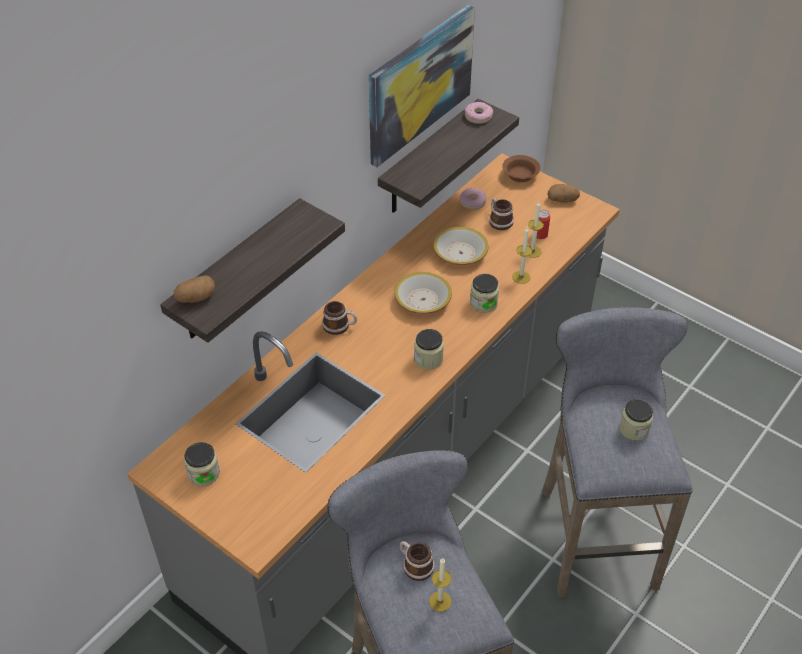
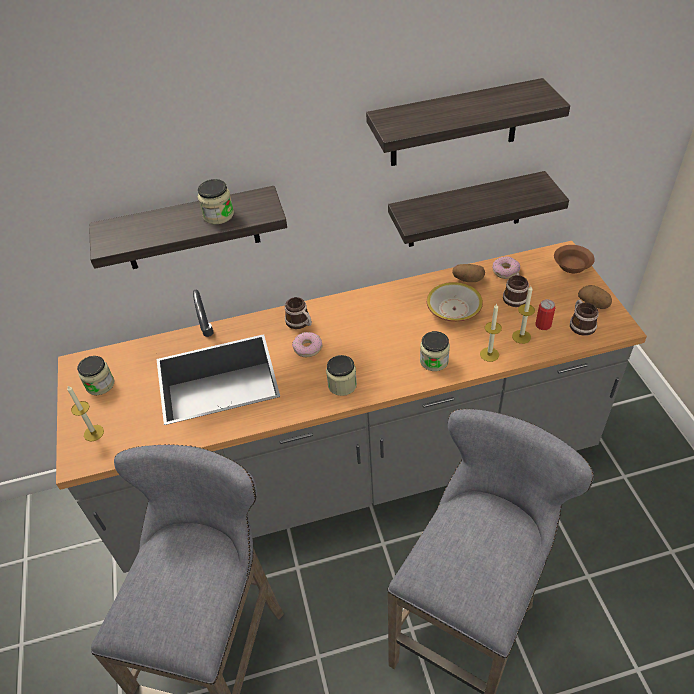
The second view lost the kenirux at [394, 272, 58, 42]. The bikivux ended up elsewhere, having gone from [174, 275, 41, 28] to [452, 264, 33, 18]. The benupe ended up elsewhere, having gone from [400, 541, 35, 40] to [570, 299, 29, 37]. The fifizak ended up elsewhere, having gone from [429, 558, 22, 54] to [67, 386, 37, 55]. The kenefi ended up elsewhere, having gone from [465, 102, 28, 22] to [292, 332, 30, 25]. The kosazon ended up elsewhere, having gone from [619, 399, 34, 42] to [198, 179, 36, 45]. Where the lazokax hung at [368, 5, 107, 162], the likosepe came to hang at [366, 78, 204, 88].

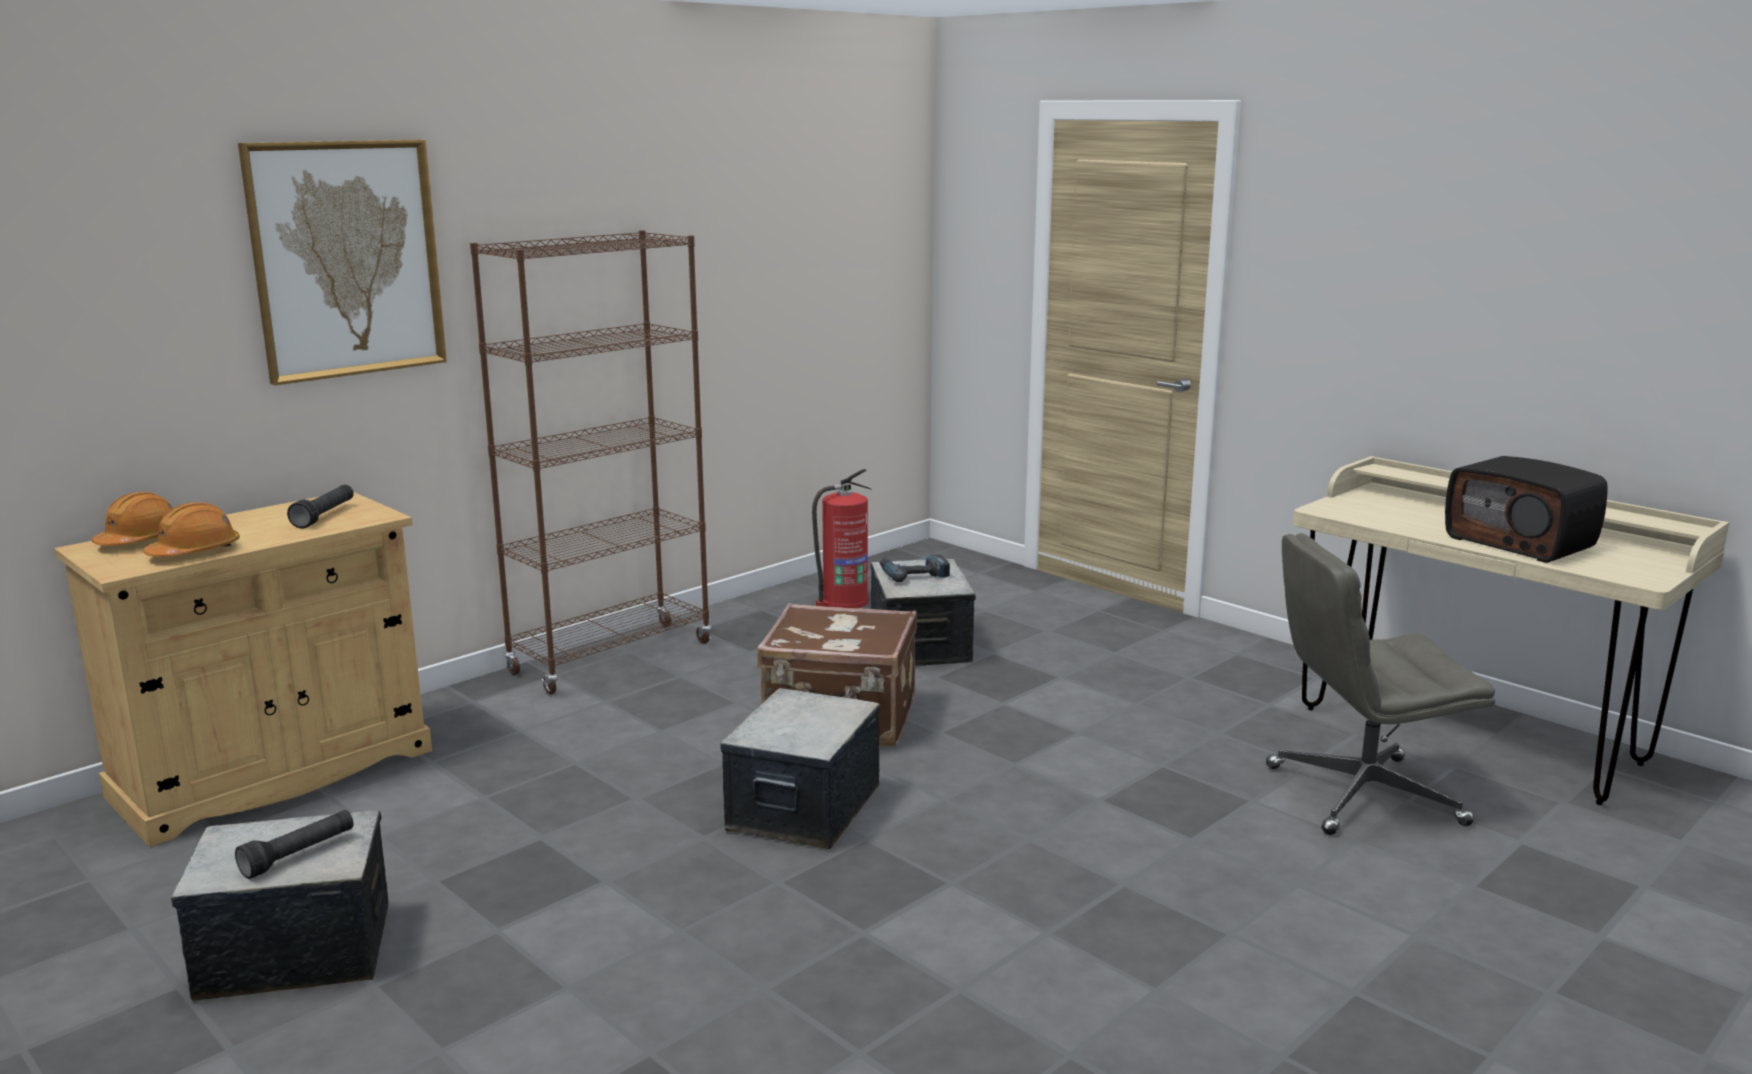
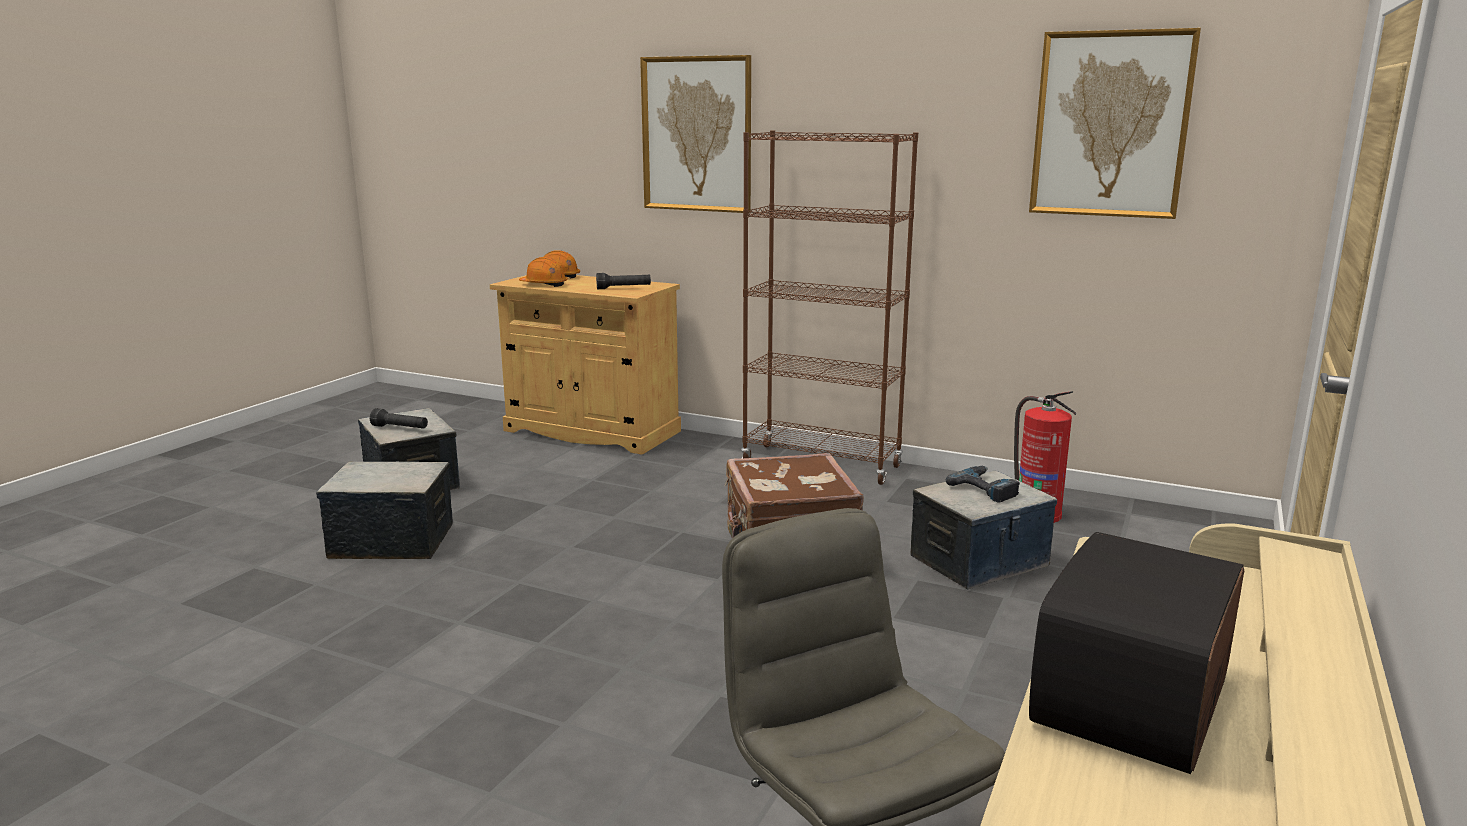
The second view gained the lazokax at [1029, 28, 172, 191]. The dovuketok ended up elsewhere, having gone from [720, 688, 160, 161] to [316, 462, 137, 97].

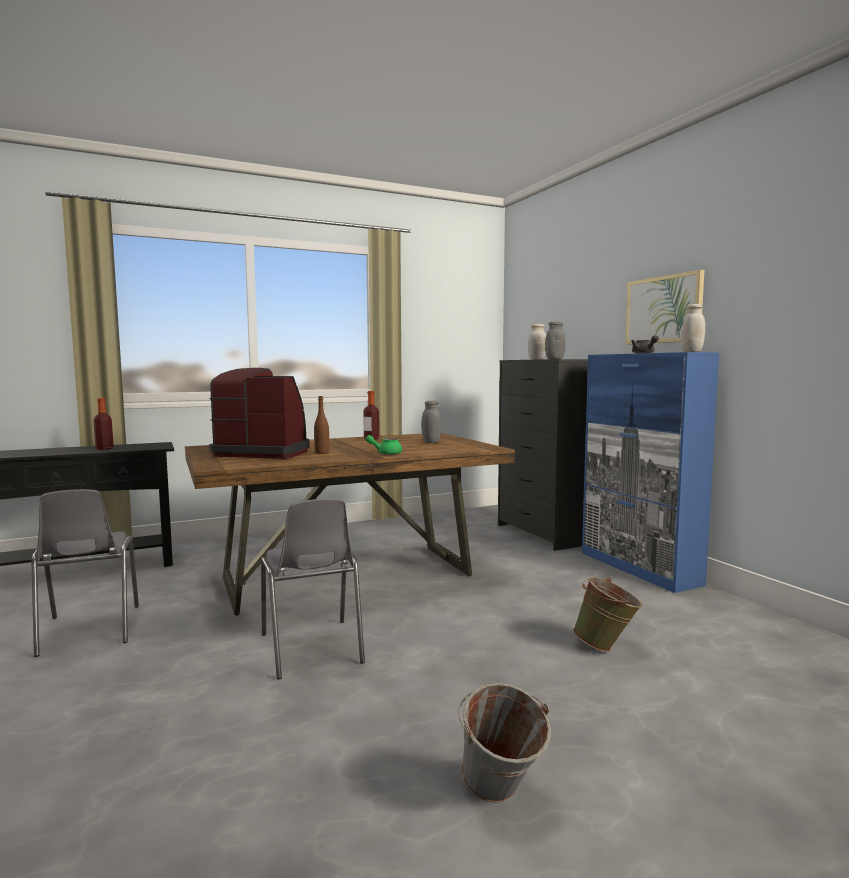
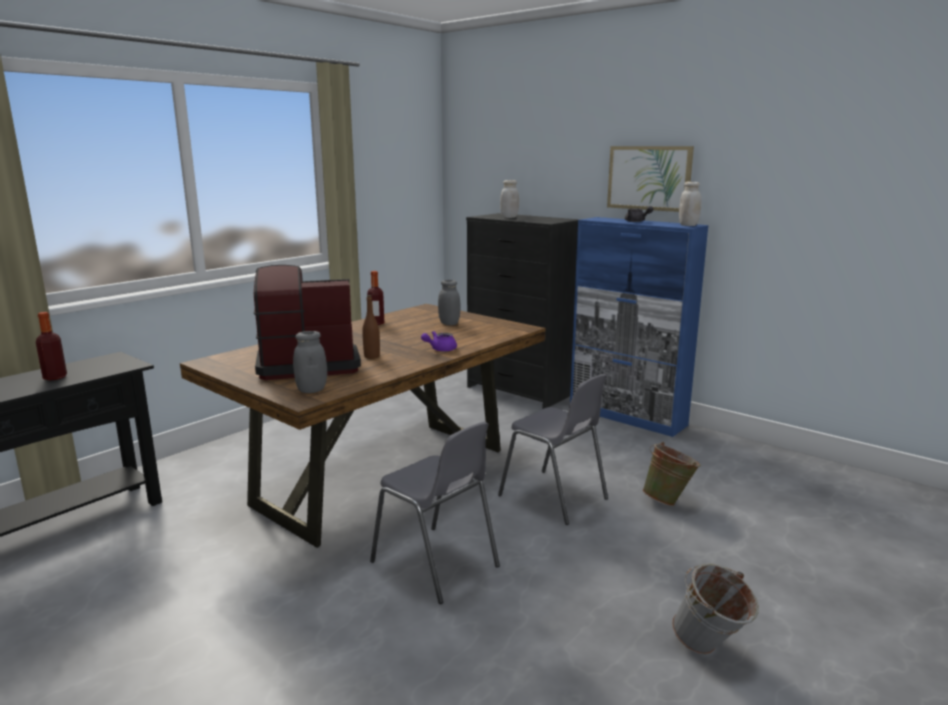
The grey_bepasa ended up elsewhere, having gone from [31, 489, 108, 168] to [498, 374, 110, 151]. The grey_kosazon ended up elsewhere, having gone from [545, 322, 21, 37] to [293, 331, 34, 62]. What was the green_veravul at [366, 435, 36, 20] turned into the purple_veravul at [421, 331, 36, 21].

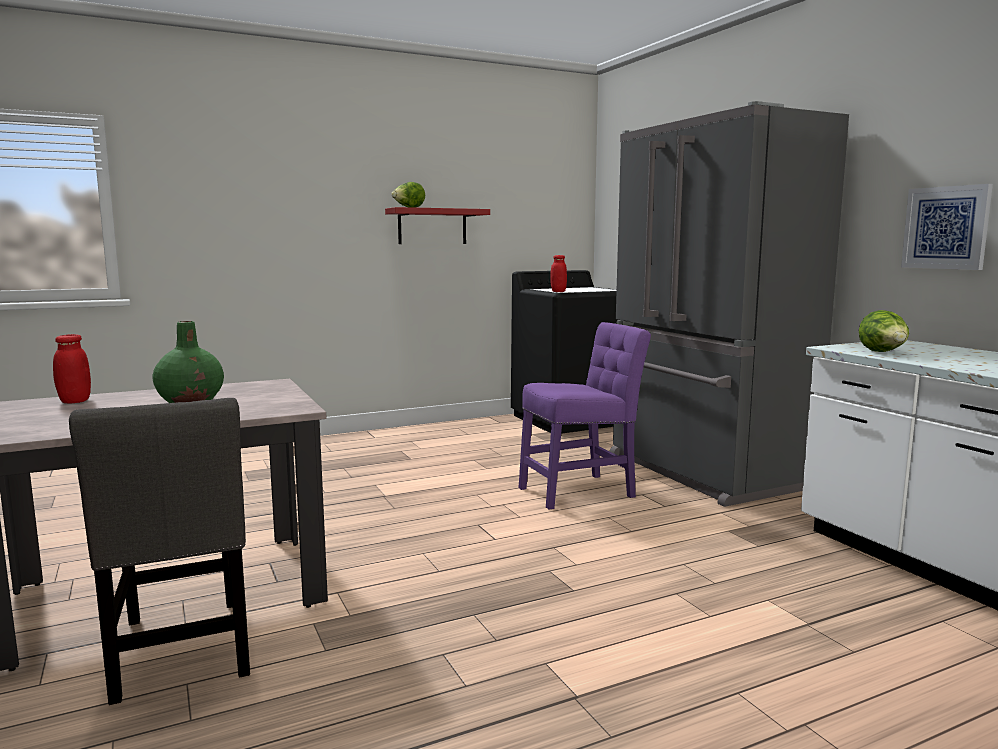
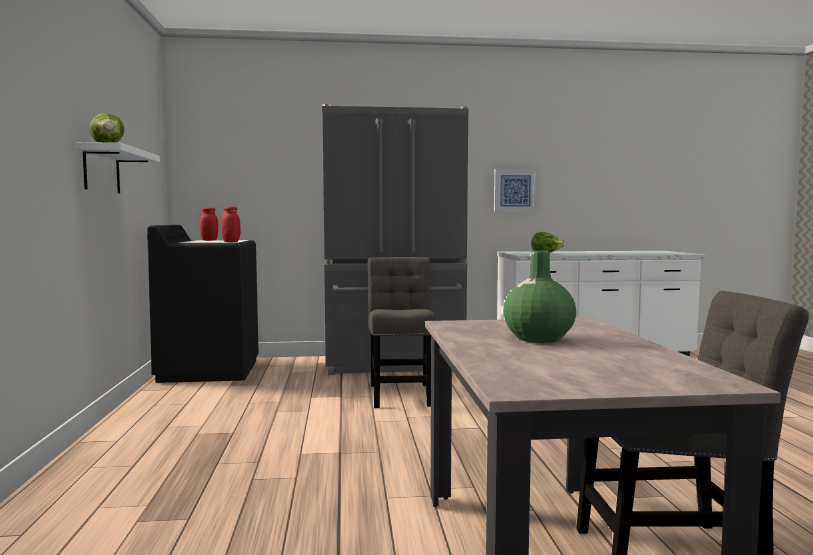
The red_kosazon ended up elsewhere, having gone from [53, 334, 38, 69] to [200, 208, 18, 33]. What was the red_likosepe at [385, 207, 105, 37] turned into the white_likosepe at [75, 142, 85, 51]. What was the purple_bepasa at [519, 322, 132, 187] turned into the grey_bepasa at [368, 257, 67, 151].

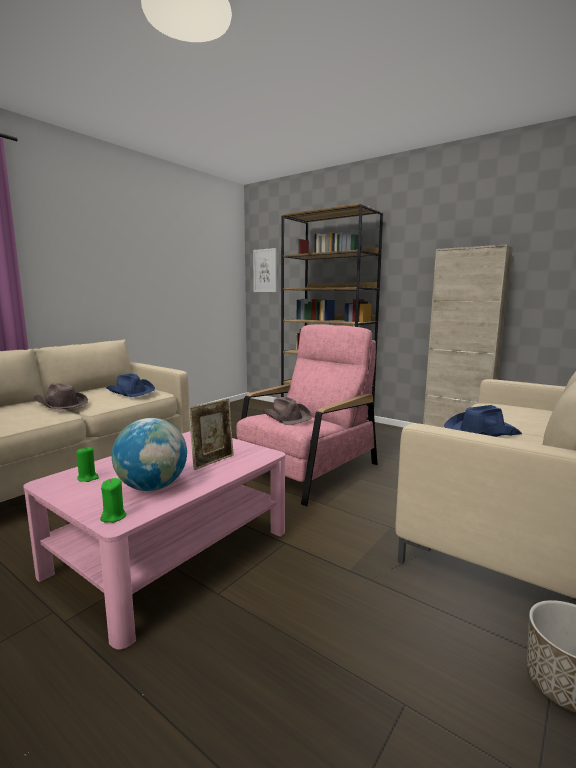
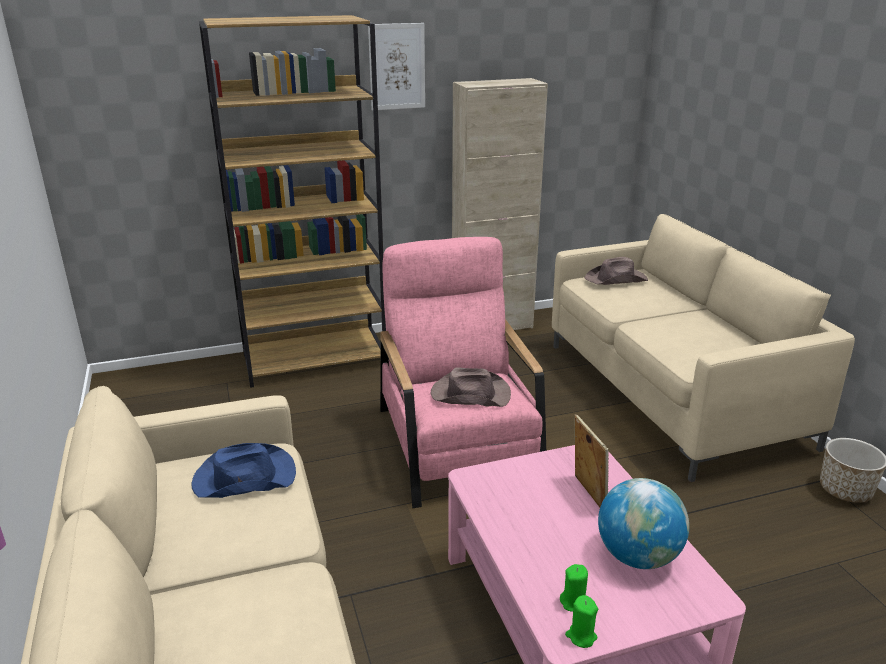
The second view lost the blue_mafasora at [444, 405, 78, 32]. The brown_mafasora ended up elsewhere, having gone from [34, 383, 54, 27] to [585, 257, 63, 28]. The green_fifizak ended up elsewhere, having gone from [100, 478, 26, 45] to [565, 595, 33, 53]. The lazokax ended up elsewhere, having gone from [253, 248, 23, 44] to [368, 23, 57, 88].

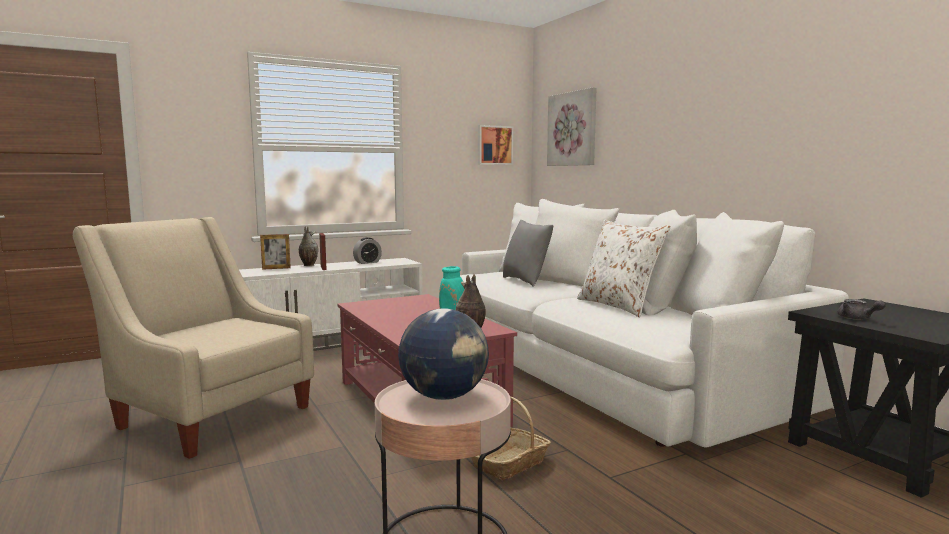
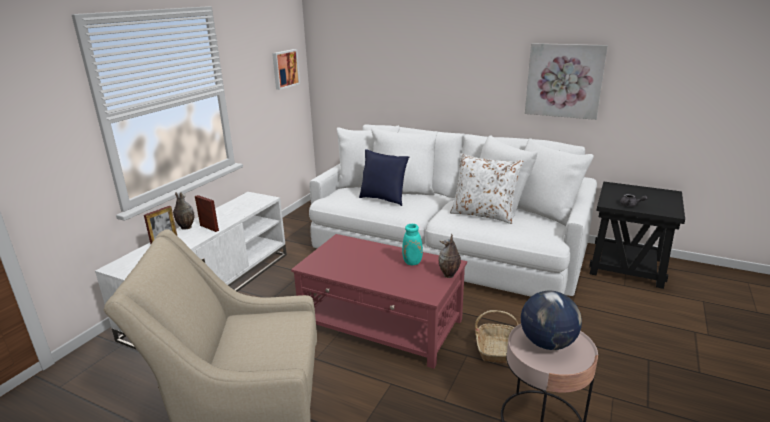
The second view lost the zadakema at [353, 237, 29, 27]. The lazokax ended up elsewhere, having gone from [547, 87, 50, 79] to [525, 43, 83, 77]. What was the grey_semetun at [503, 220, 51, 67] turned into the blue_semetun at [359, 149, 50, 57].

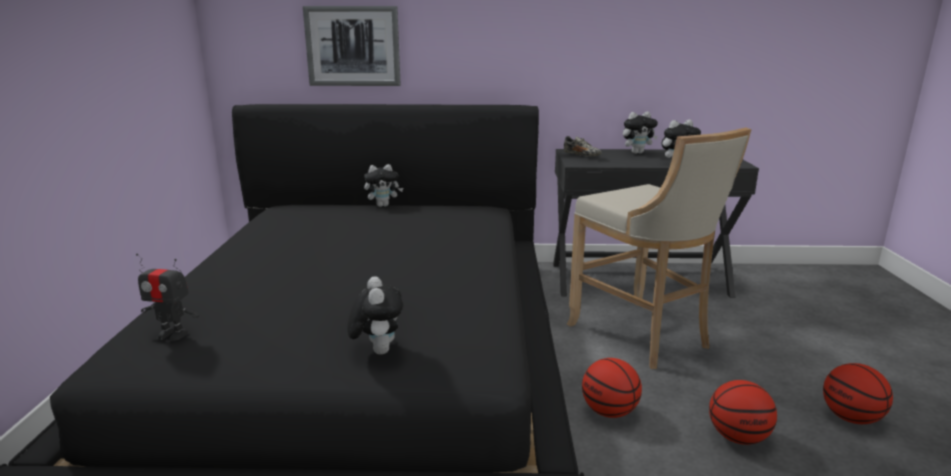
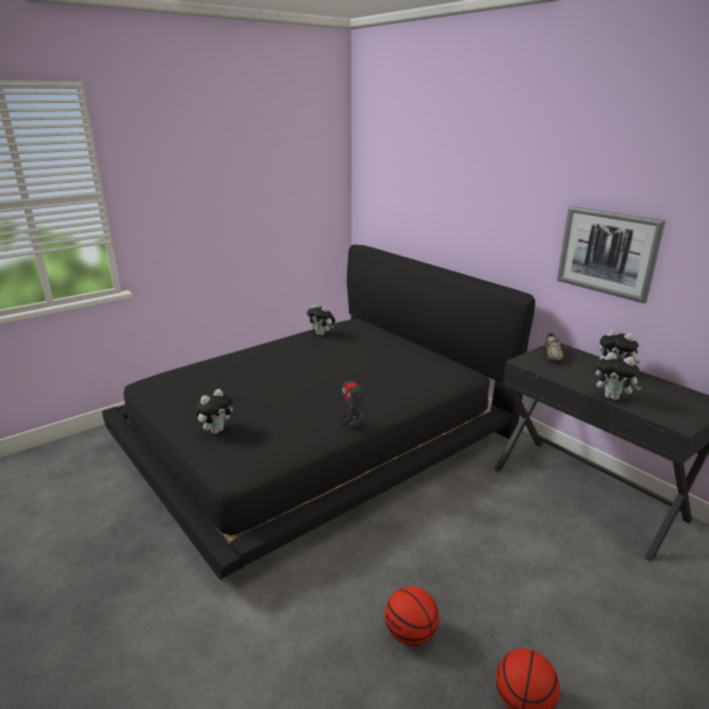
The second view lost the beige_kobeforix at [567, 128, 185, 241]. The second view lost the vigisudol at [582, 358, 60, 60]. The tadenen ended up elsewhere, having gone from [136, 254, 63, 87] to [342, 370, 23, 56]. The lazokax ended up elsewhere, having gone from [303, 6, 98, 80] to [557, 206, 108, 98]. The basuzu ended up elsewhere, having gone from [364, 164, 39, 43] to [307, 303, 29, 33].

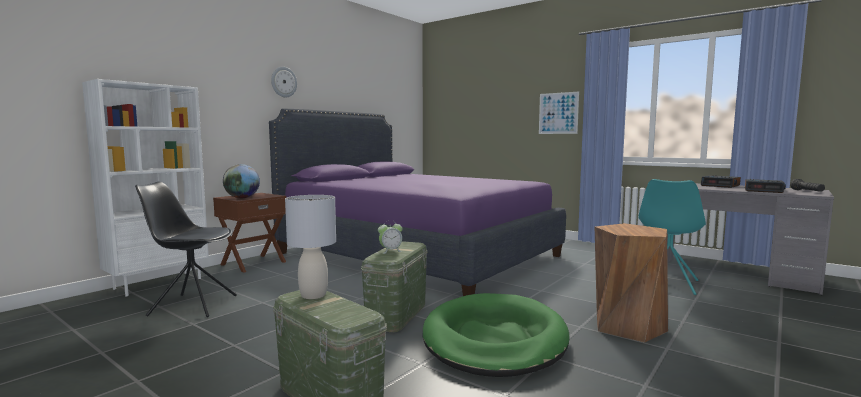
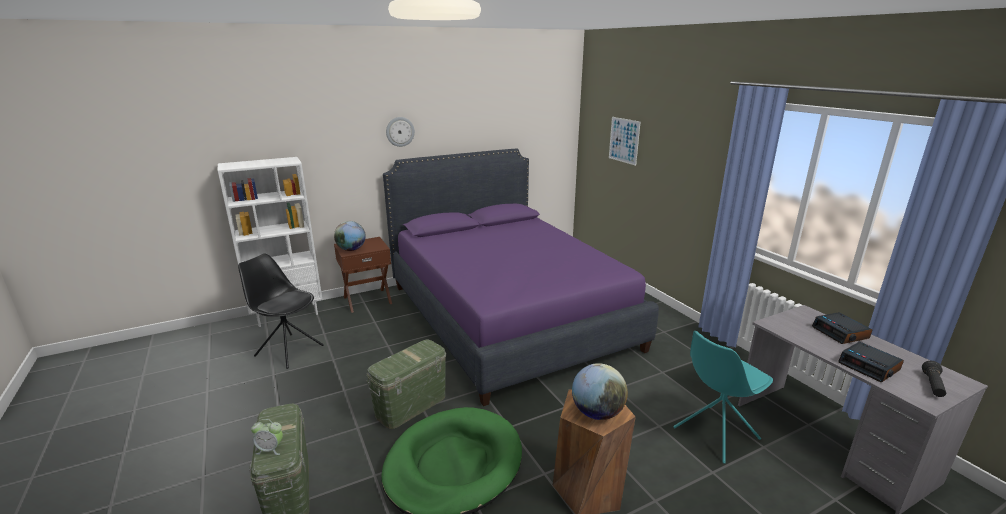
The second view lost the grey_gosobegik at [285, 195, 51, 104]. The second view gained the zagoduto at [572, 363, 56, 57]. The zadakema ended up elsewhere, having gone from [378, 220, 25, 34] to [251, 419, 32, 36]. The lazokax ended up elsewhere, having gone from [539, 92, 40, 42] to [609, 117, 32, 49].

